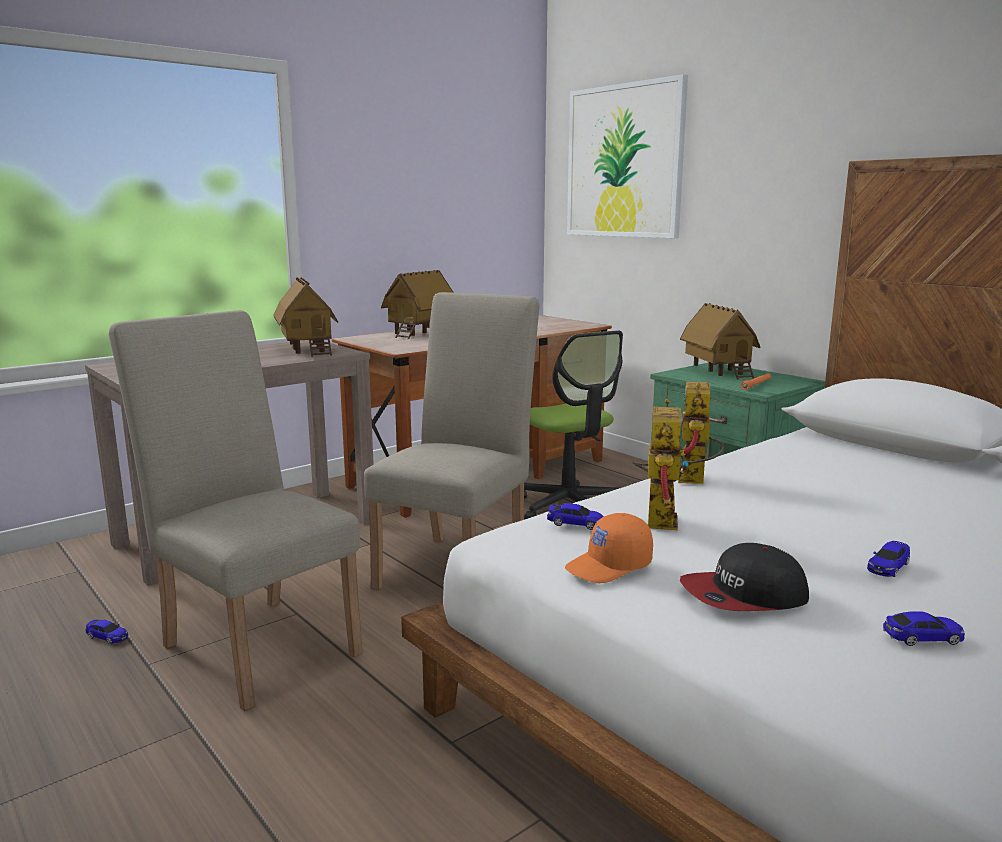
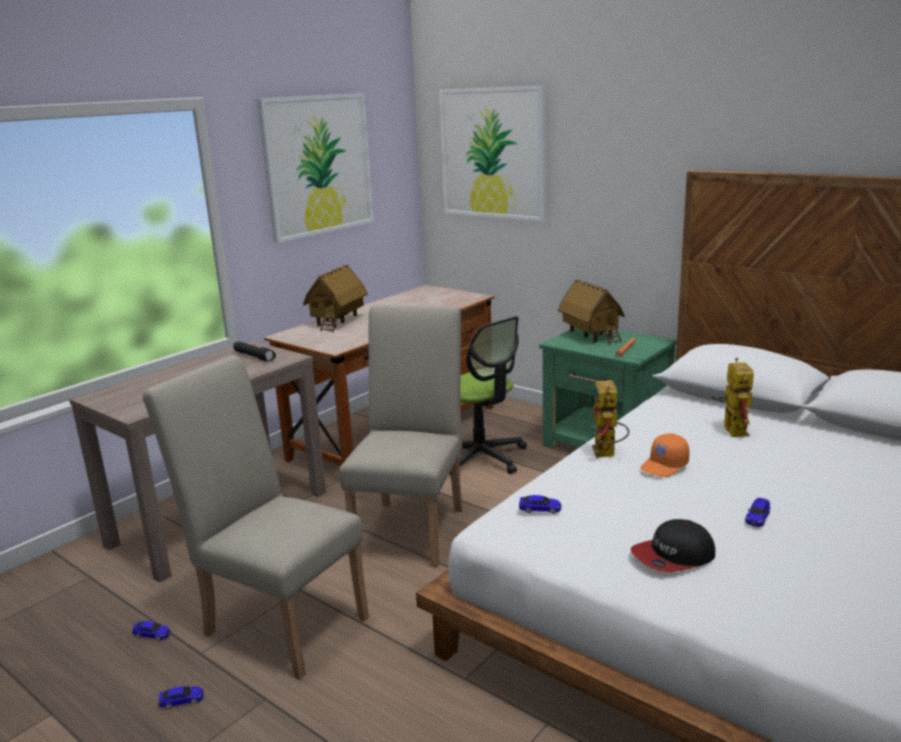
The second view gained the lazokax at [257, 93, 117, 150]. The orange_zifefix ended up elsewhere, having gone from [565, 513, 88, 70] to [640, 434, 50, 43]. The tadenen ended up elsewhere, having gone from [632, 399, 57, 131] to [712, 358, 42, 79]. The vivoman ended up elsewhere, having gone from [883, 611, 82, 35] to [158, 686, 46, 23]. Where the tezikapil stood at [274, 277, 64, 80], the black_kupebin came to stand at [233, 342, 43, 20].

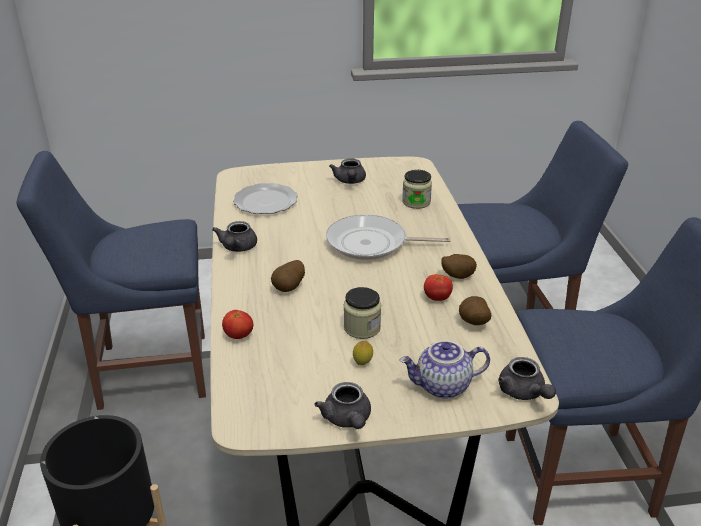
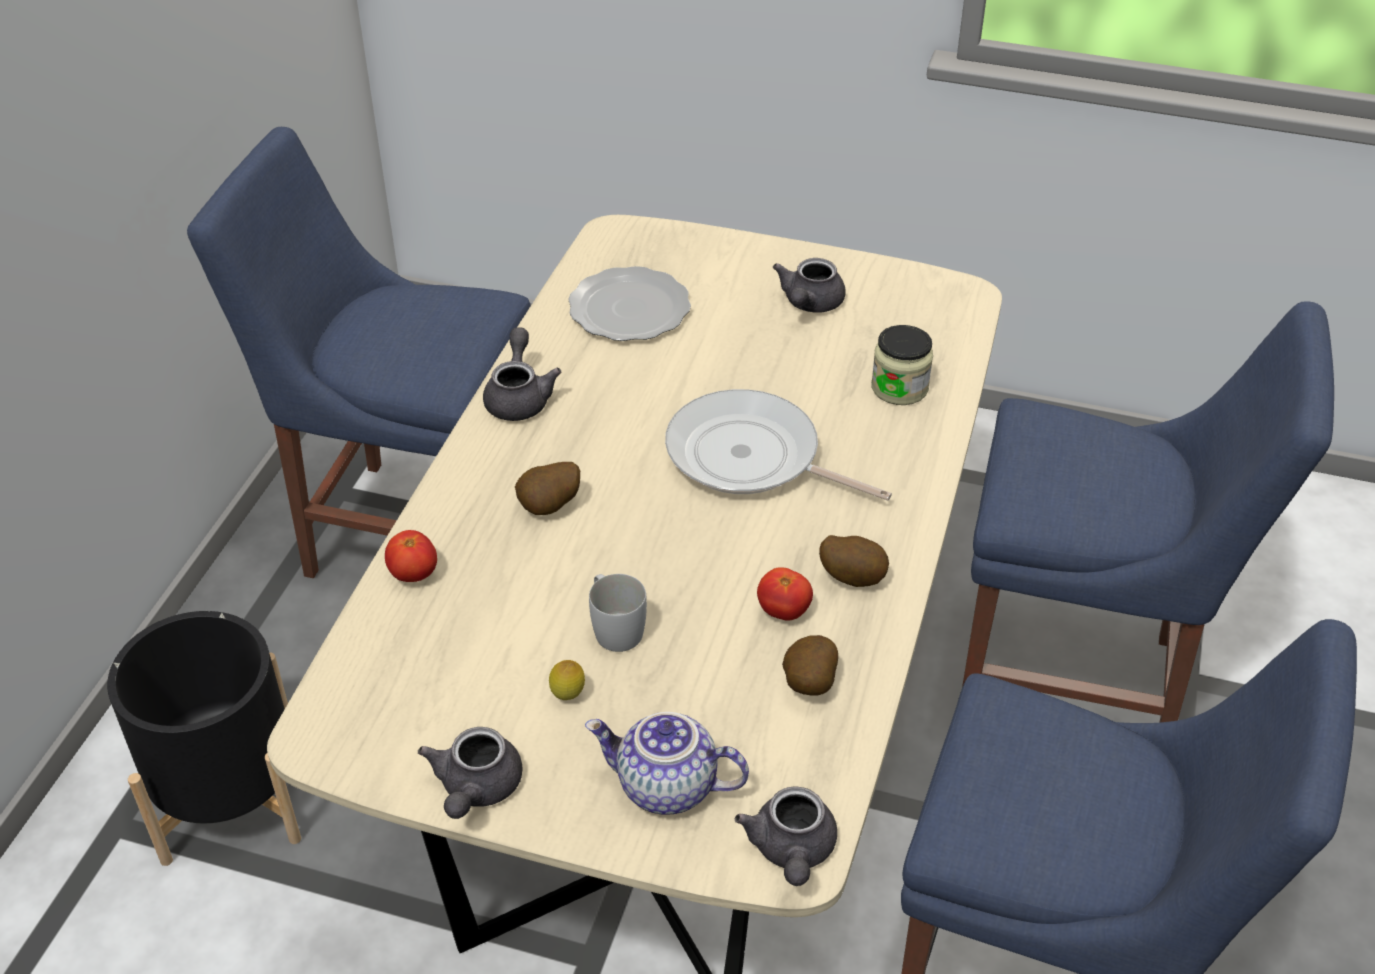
Where the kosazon stood at [344, 287, 37, 52], the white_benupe came to stand at [589, 574, 58, 78]. The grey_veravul at [212, 221, 45, 31] ended up facing another way, 150 degrees clockwise from before.

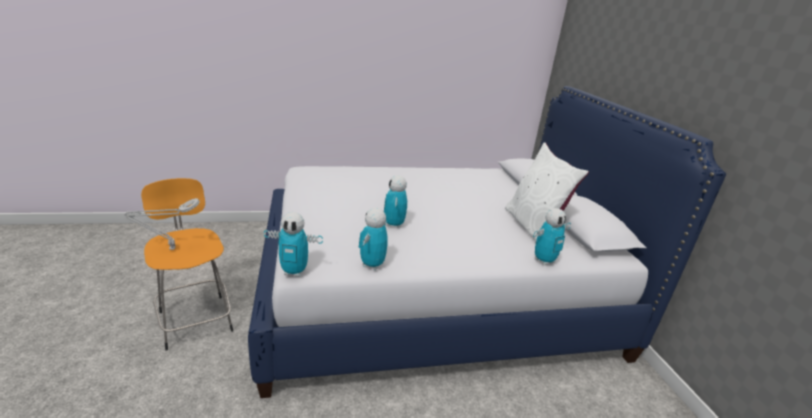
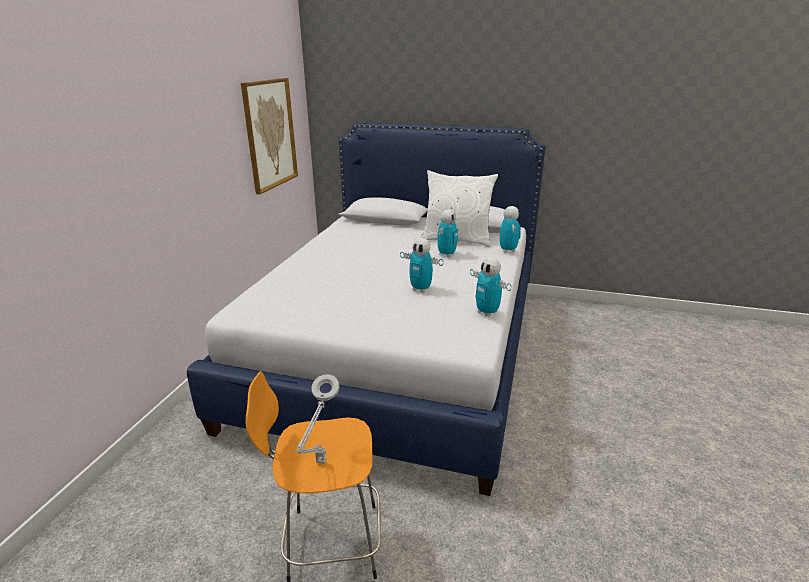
The second view gained the lazokax at [241, 78, 57, 116]. The tadenen ended up elsewhere, having gone from [264, 212, 59, 65] to [437, 210, 21, 47].

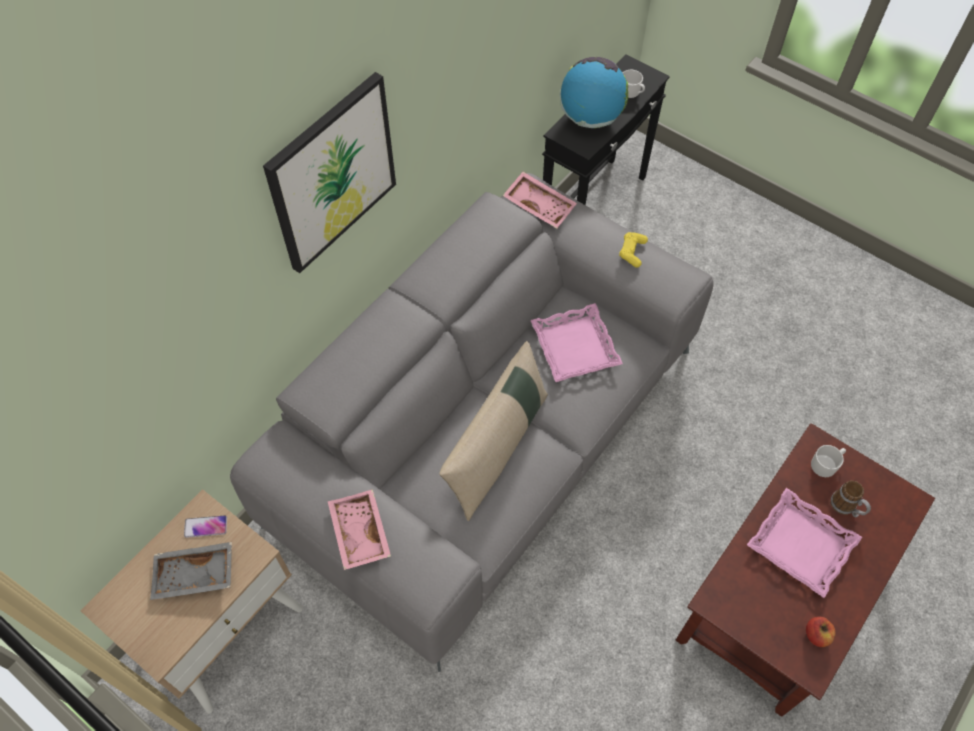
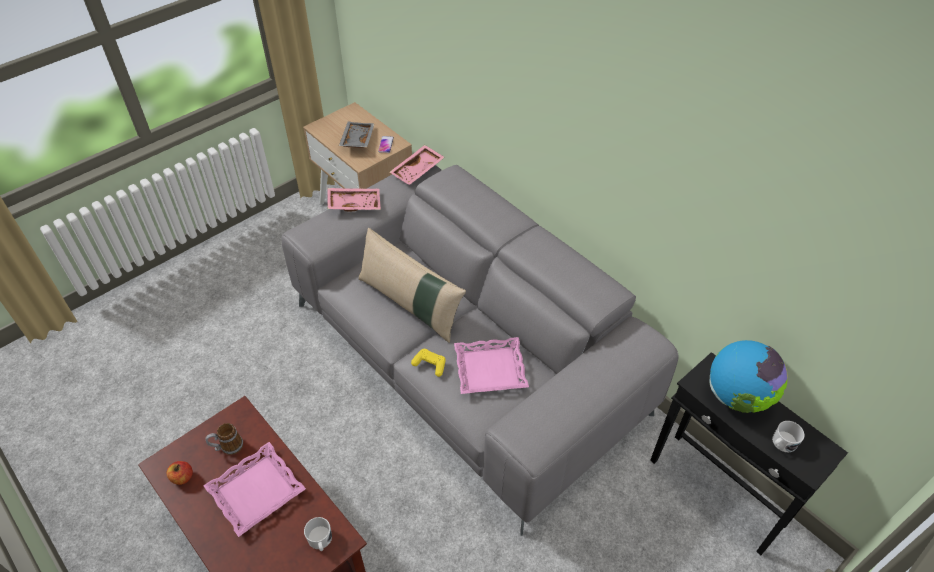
The second view lost the lazokax at [263, 72, 133, 201]. The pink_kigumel ended up elsewhere, having gone from [502, 171, 75, 58] to [390, 145, 54, 40]. The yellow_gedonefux ended up elsewhere, having gone from [619, 232, 29, 36] to [411, 349, 34, 28]. The benupe ended up elsewhere, having gone from [830, 480, 41, 38] to [205, 423, 38, 32].

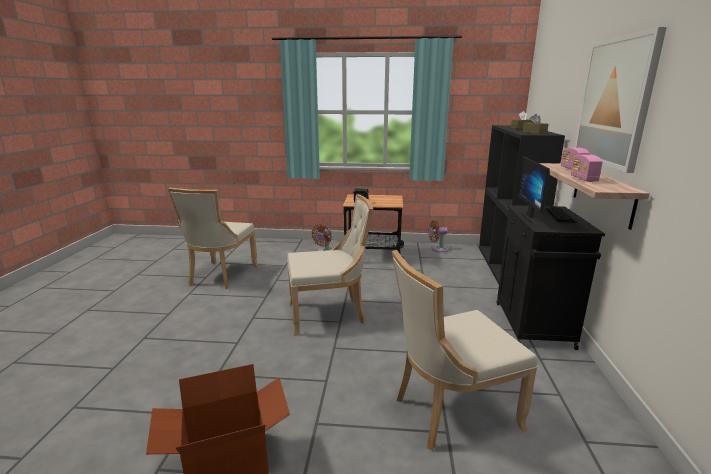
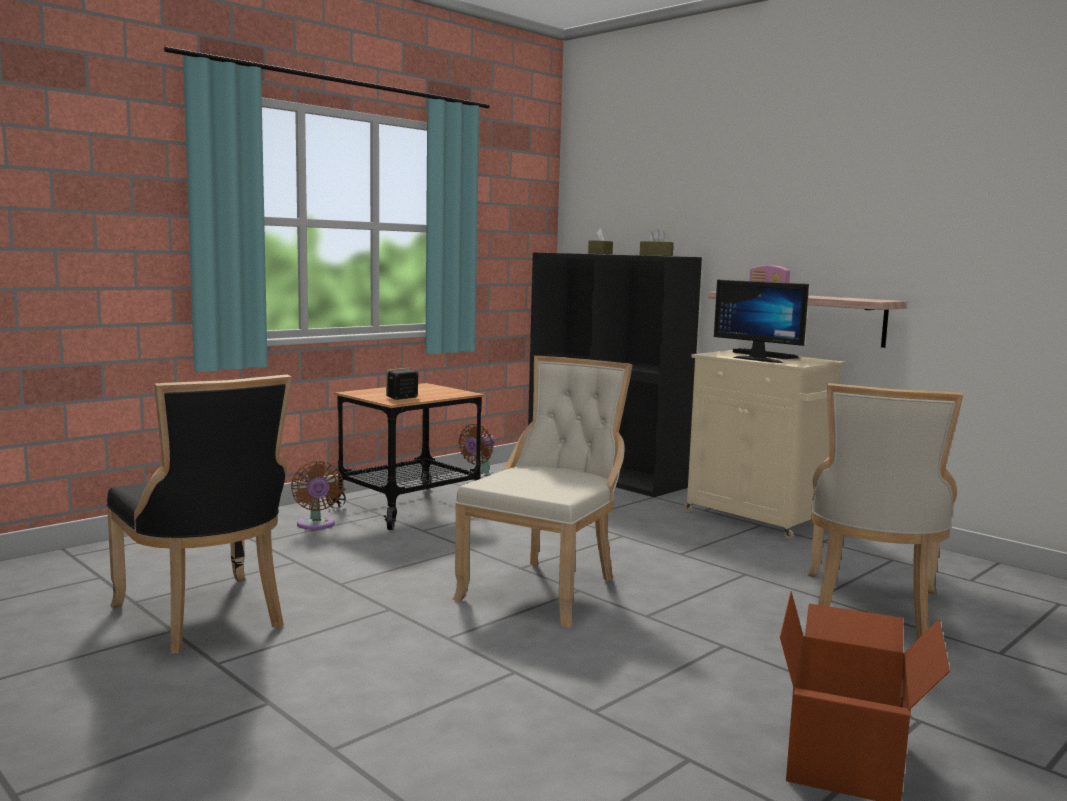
The second view lost the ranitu at [571, 155, 32, 27]. The second view lost the lazokax at [574, 27, 93, 146]. What was the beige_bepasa at [168, 188, 90, 101] turned into the black_bepasa at [107, 375, 184, 279]. What was the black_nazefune at [497, 205, 108, 145] turned into the beige_nazefune at [684, 350, 162, 190].

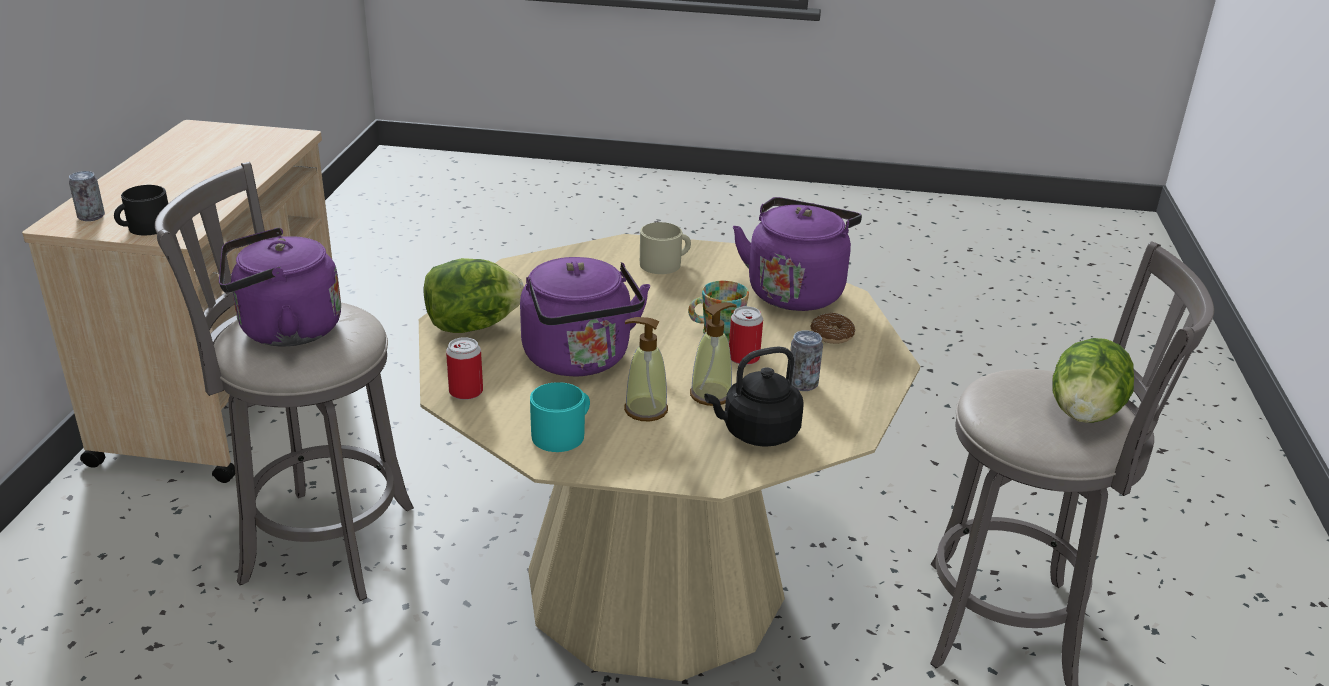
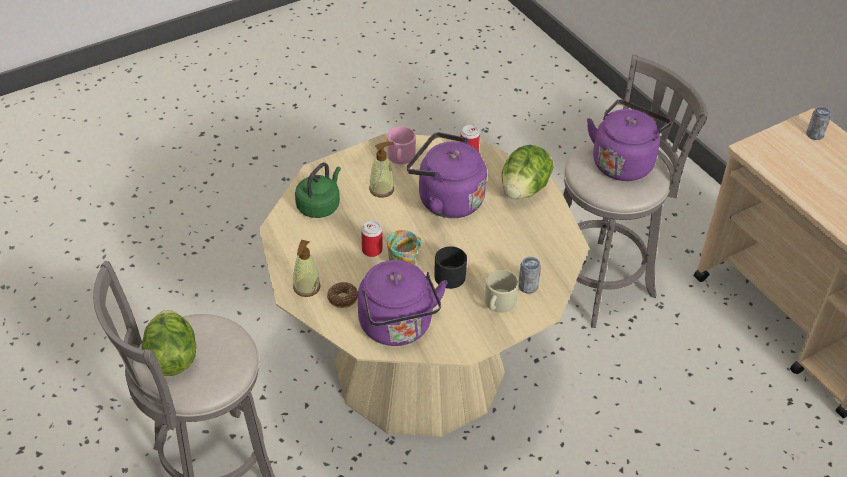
The black_benupe ended up elsewhere, having gone from [114, 185, 54, 50] to [434, 246, 33, 43]. The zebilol ended up elsewhere, having gone from [690, 302, 47, 104] to [293, 240, 28, 57]. The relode ended up elsewhere, having gone from [790, 330, 33, 61] to [518, 257, 23, 36]. What was the turquoise_benupe at [530, 382, 60, 70] turned into the pink_benupe at [387, 126, 29, 38]. What was the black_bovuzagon at [704, 347, 100, 100] turned into the green_bovuzagon at [295, 163, 46, 55].

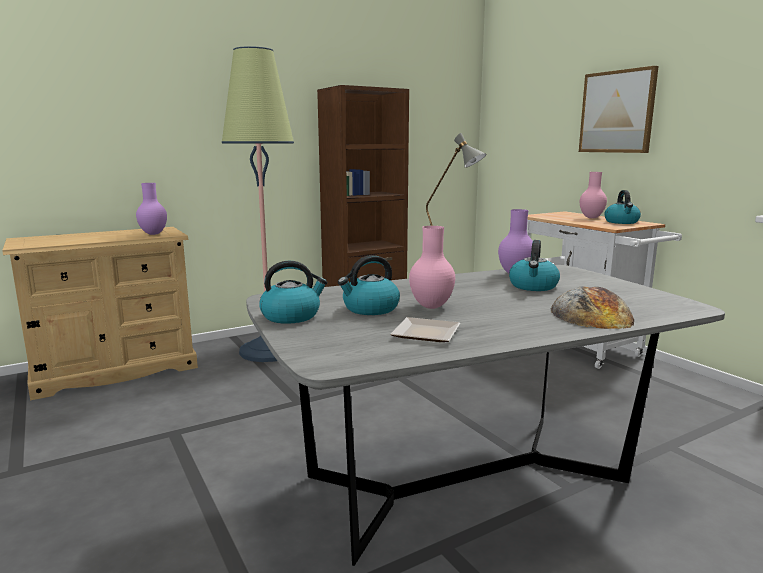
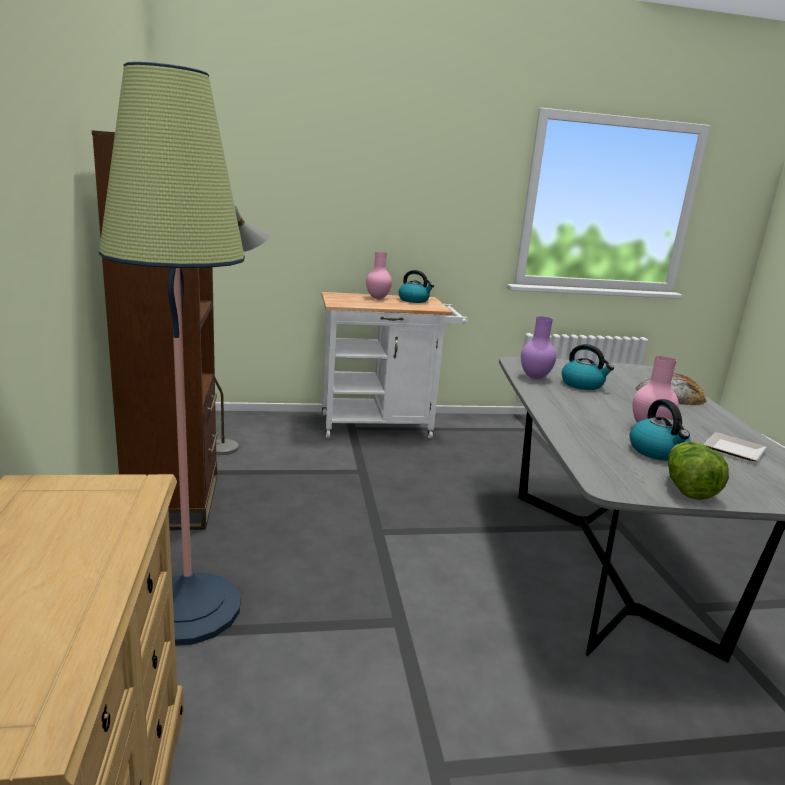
The second view lost the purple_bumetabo at [136, 183, 31, 52]. The second view lost the lazokax at [579, 66, 80, 87]. Where the bovuzagon stood at [259, 261, 68, 63], the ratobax came to stand at [668, 442, 61, 58].

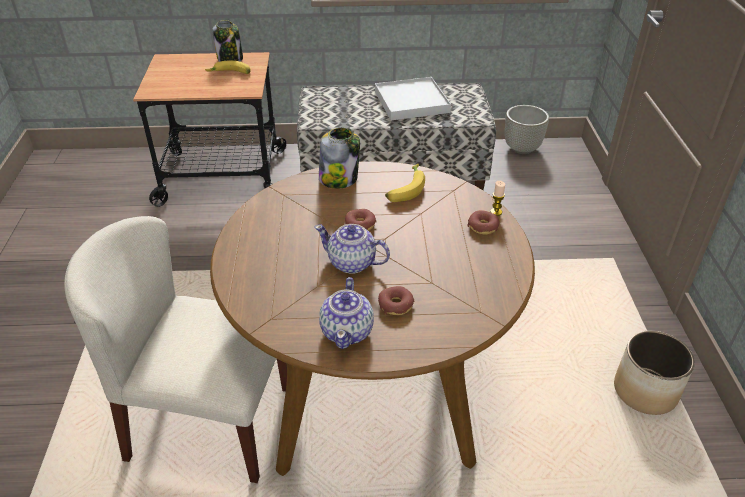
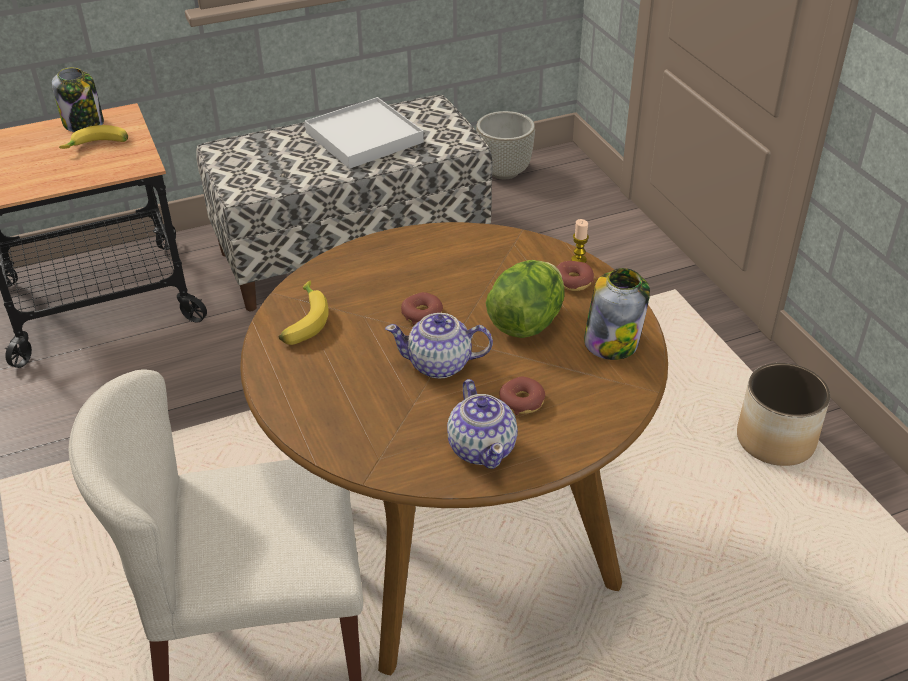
The second view gained the ratobax at [486, 260, 79, 78]. The kosazon ended up elsewhere, having gone from [319, 128, 41, 61] to [584, 268, 66, 92]. The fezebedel ended up elsewhere, having gone from [385, 164, 40, 38] to [278, 280, 51, 65].

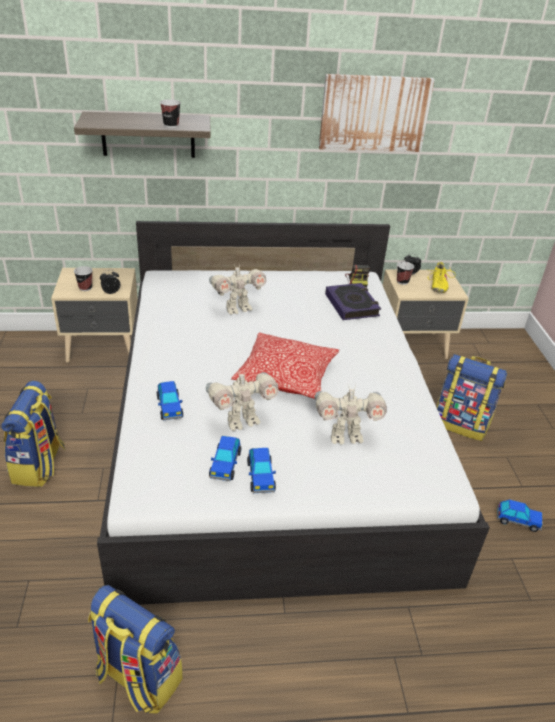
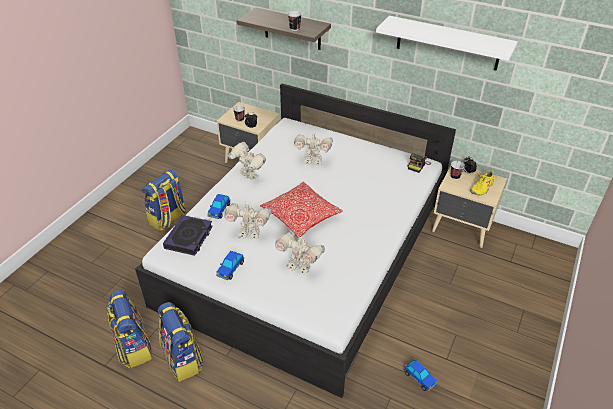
The second view lost the vivoman at [209, 436, 32, 45]. The second view gained the tadenen at [228, 142, 38, 38]. The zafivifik ended up elsewhere, having gone from [325, 283, 56, 37] to [163, 215, 50, 41]. The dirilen ended up elsewhere, having gone from [437, 354, 70, 87] to [158, 302, 45, 80]. Where the lazokax hung at [319, 74, 116, 78], the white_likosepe came to hang at [376, 16, 142, 55].

